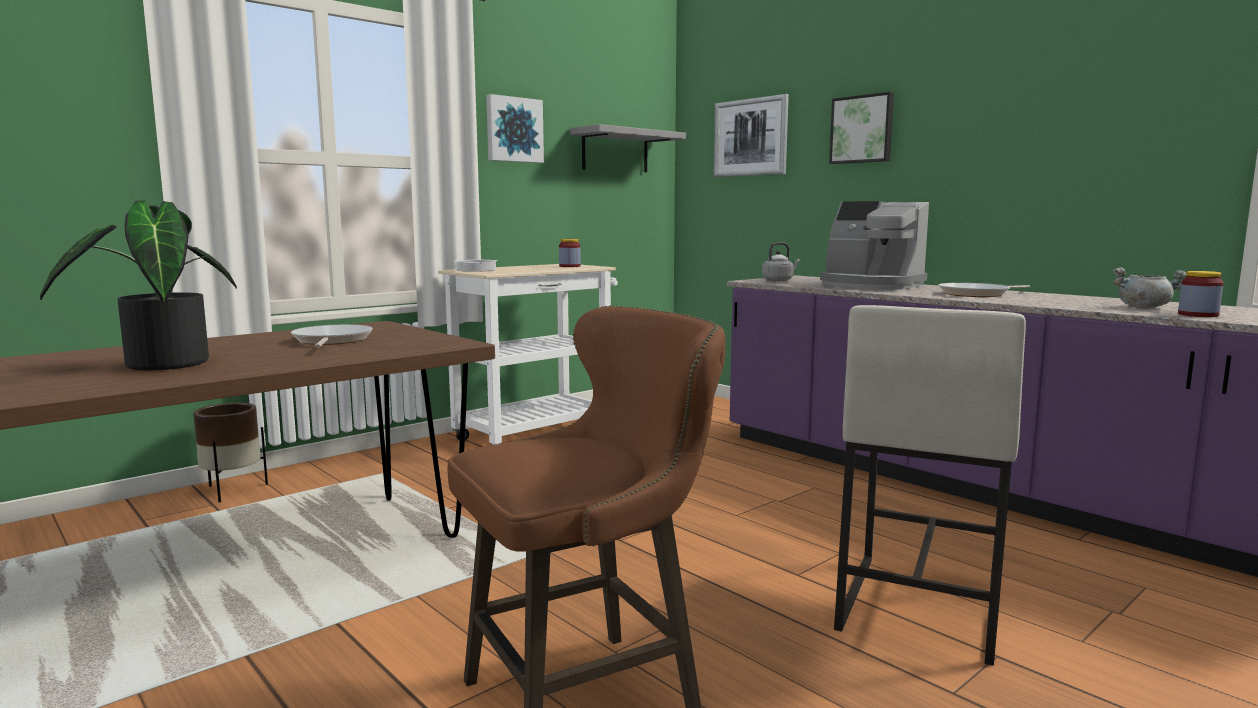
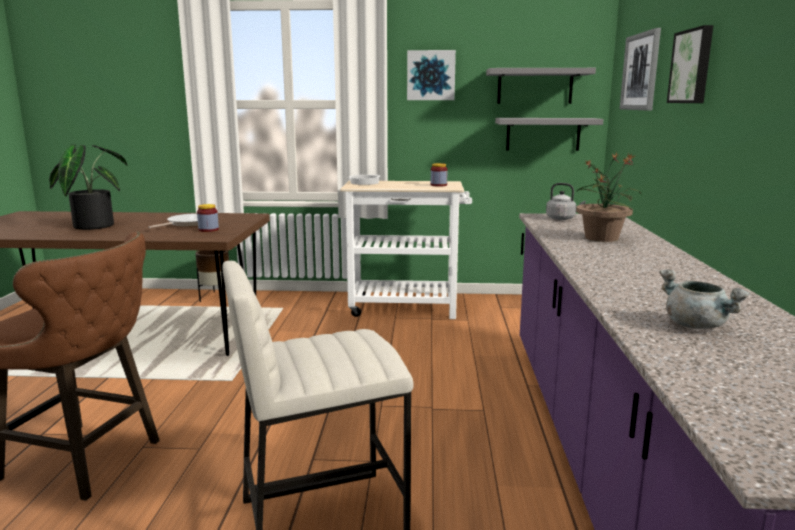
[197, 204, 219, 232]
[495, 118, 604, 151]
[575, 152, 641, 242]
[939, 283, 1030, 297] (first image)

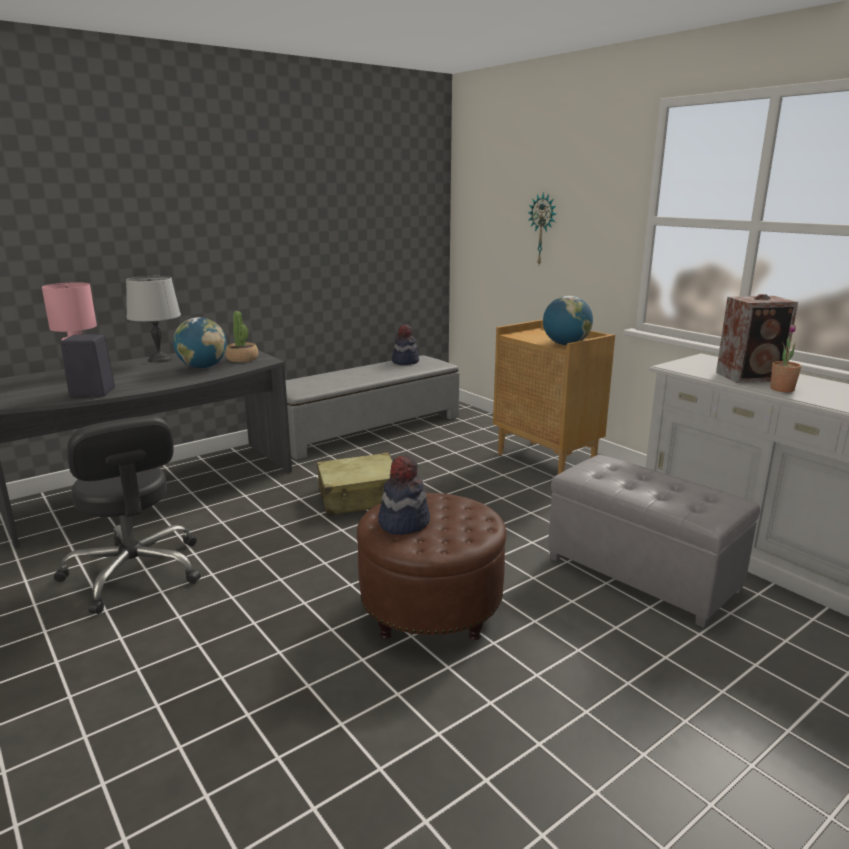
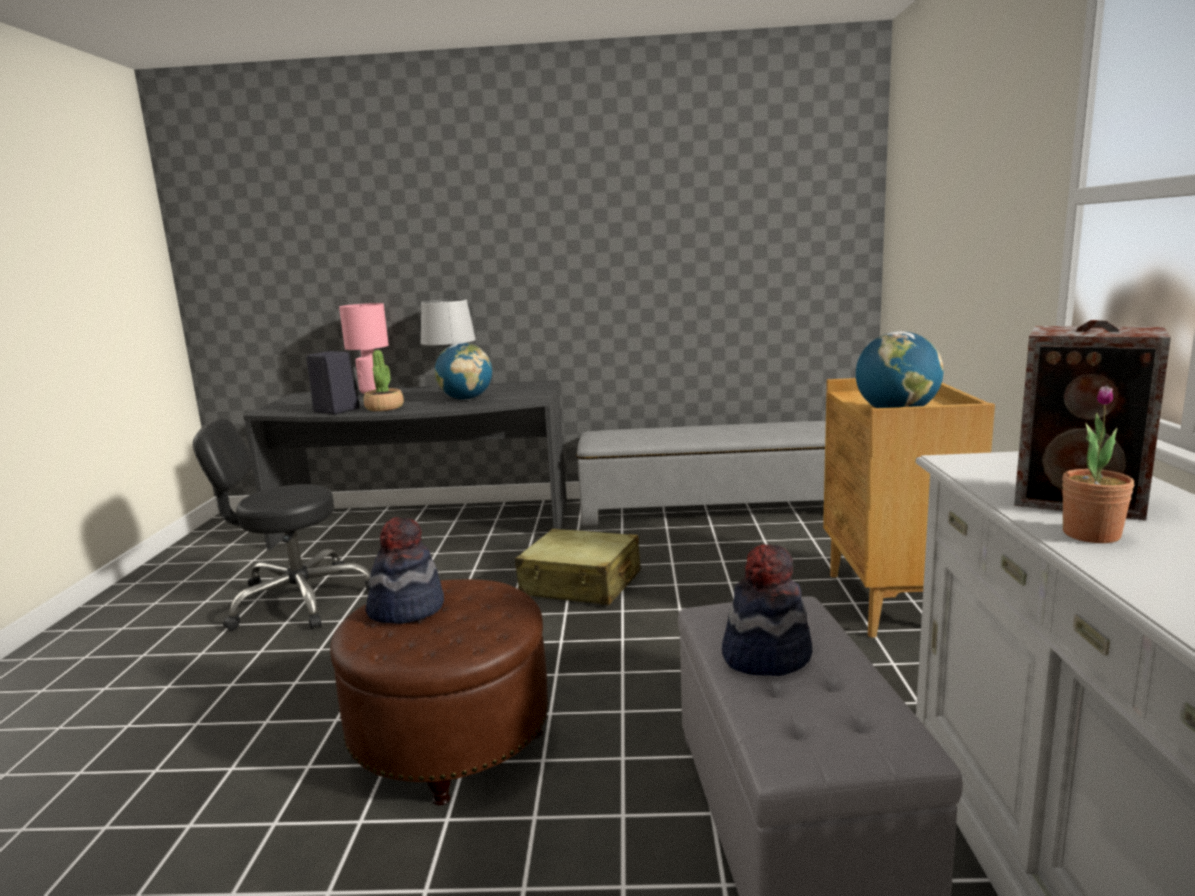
[193, 418, 370, 631]
[364, 350, 404, 411]
[722, 544, 812, 676]
[528, 193, 556, 264] (first image)

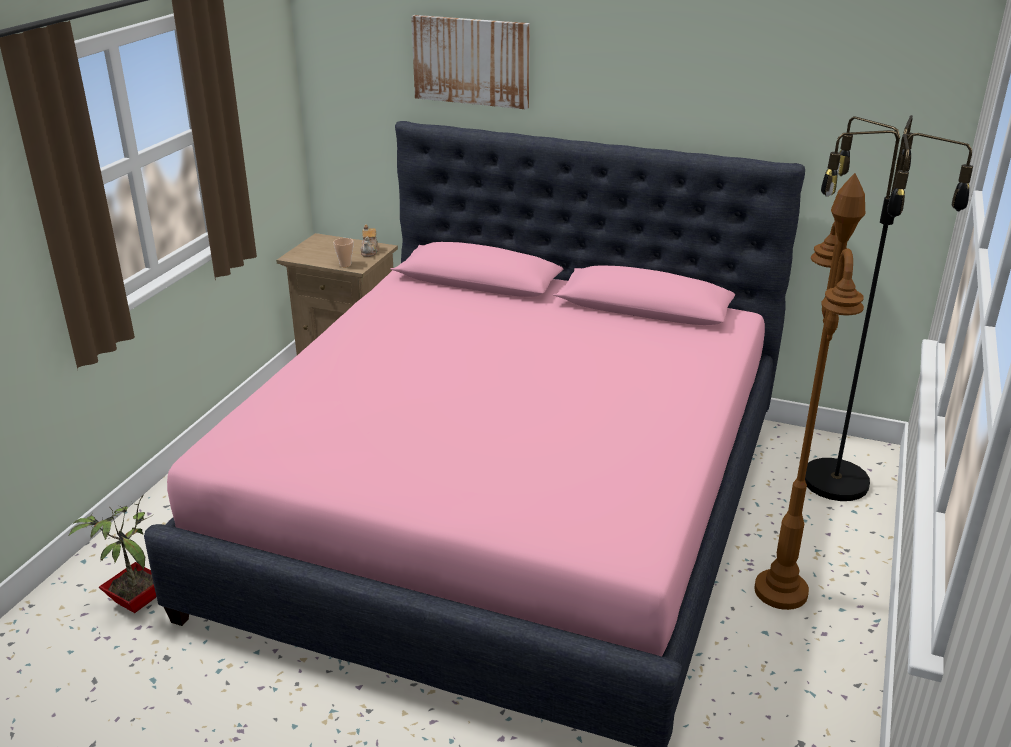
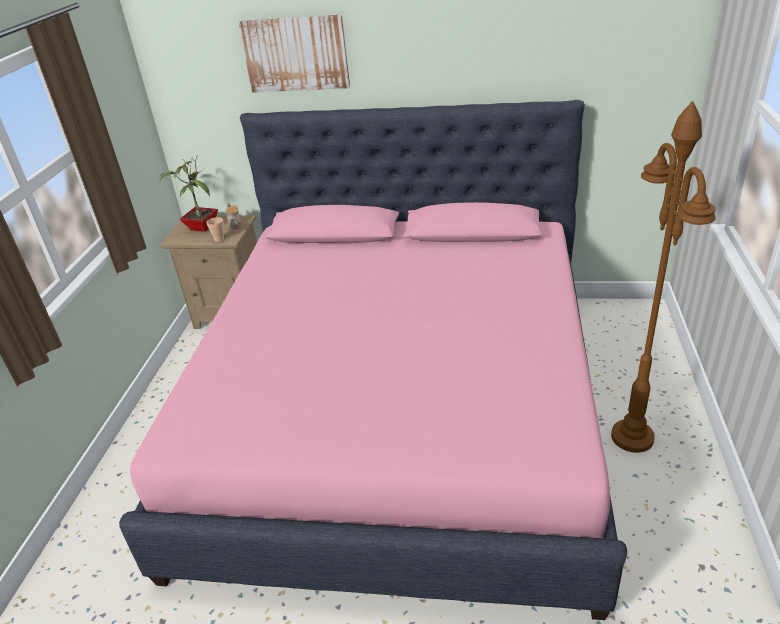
[159, 155, 218, 232]
[805, 115, 973, 501] (first image)

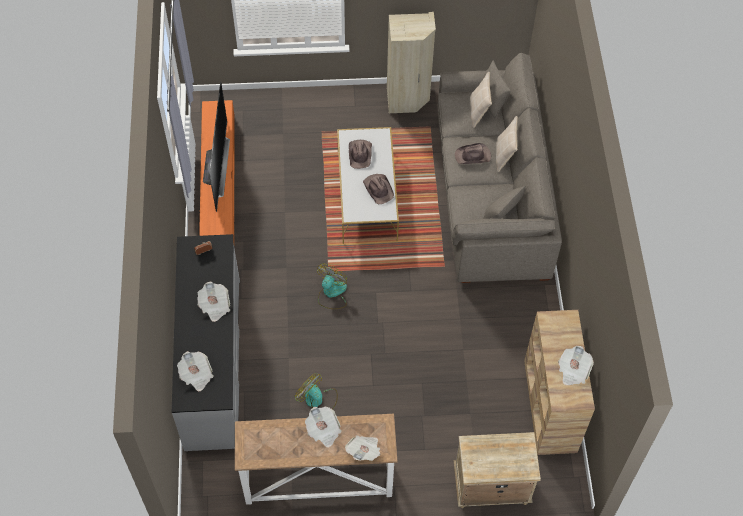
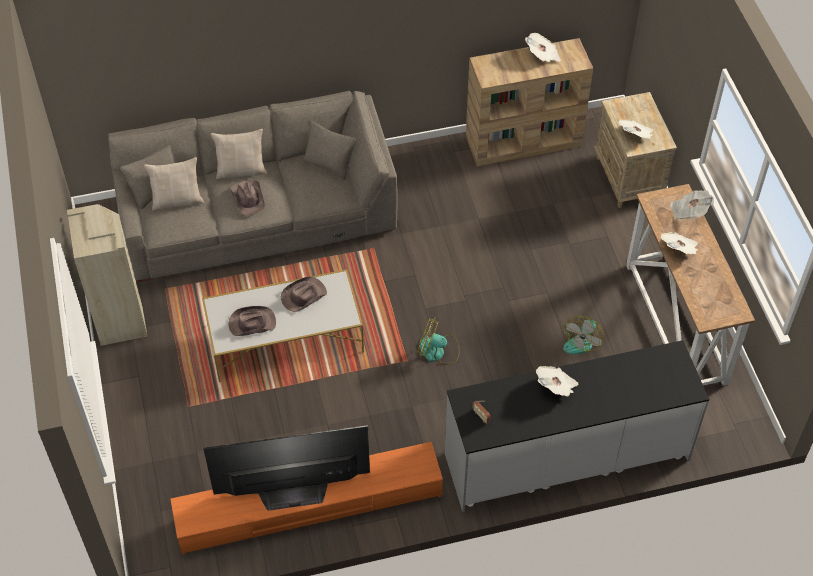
[618, 120, 653, 139]

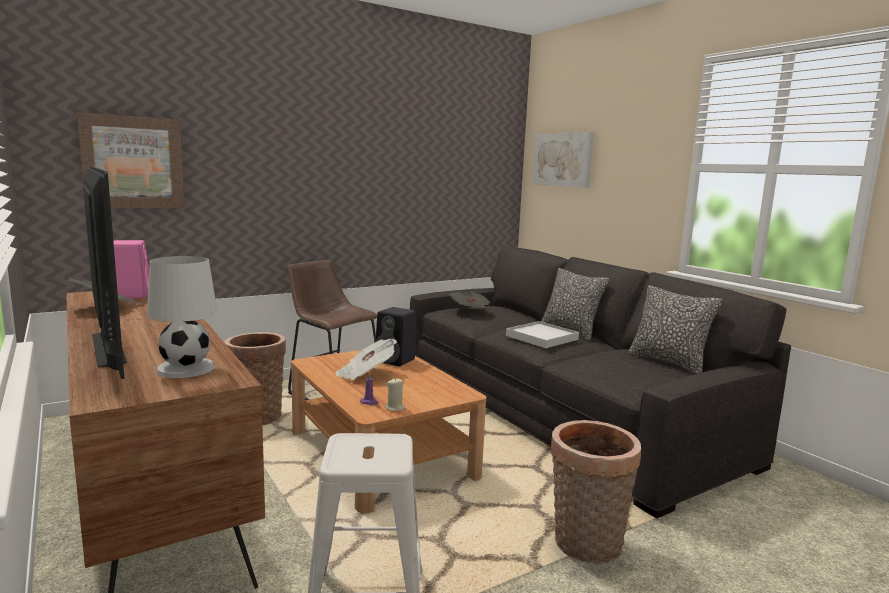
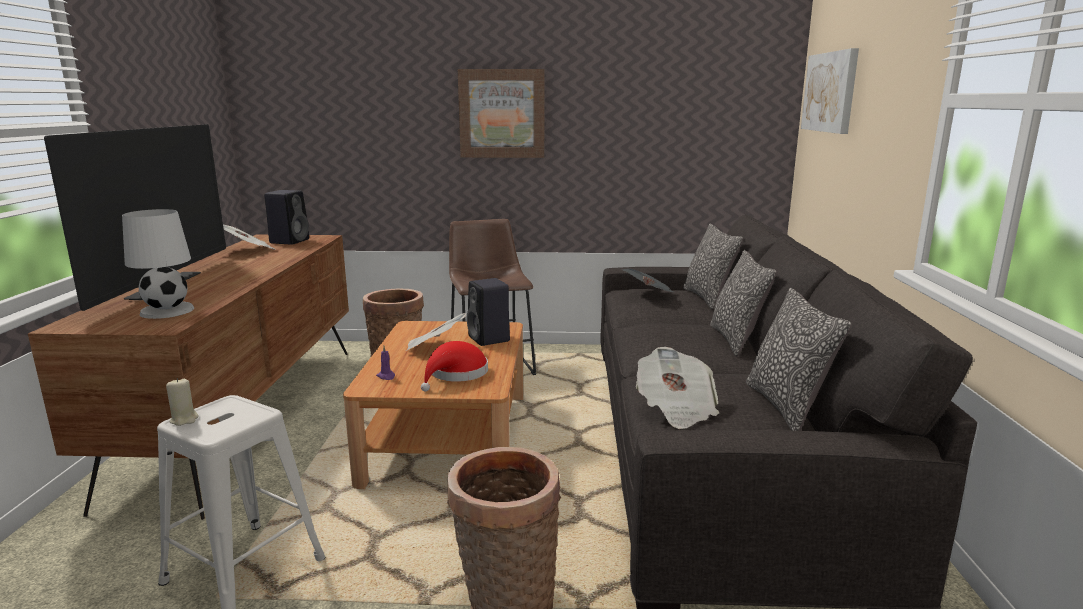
[166, 378, 199, 426]
[264, 190, 309, 245]
[421, 341, 488, 392]
[458, 69, 544, 158]
[636, 347, 719, 429]
[683, 223, 743, 309]
[506, 321, 579, 348] (first image)

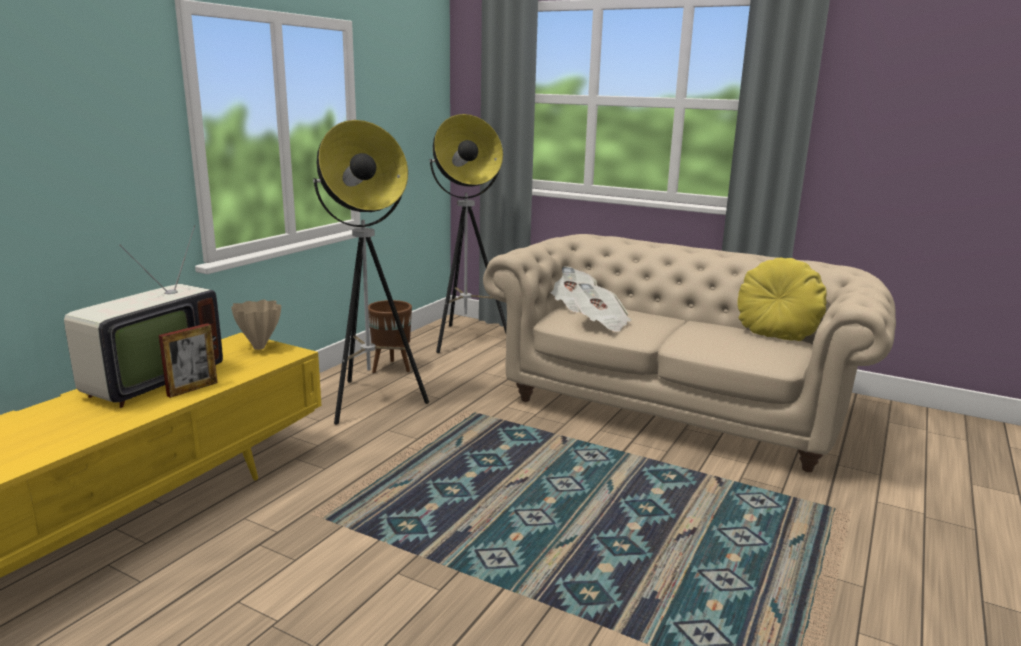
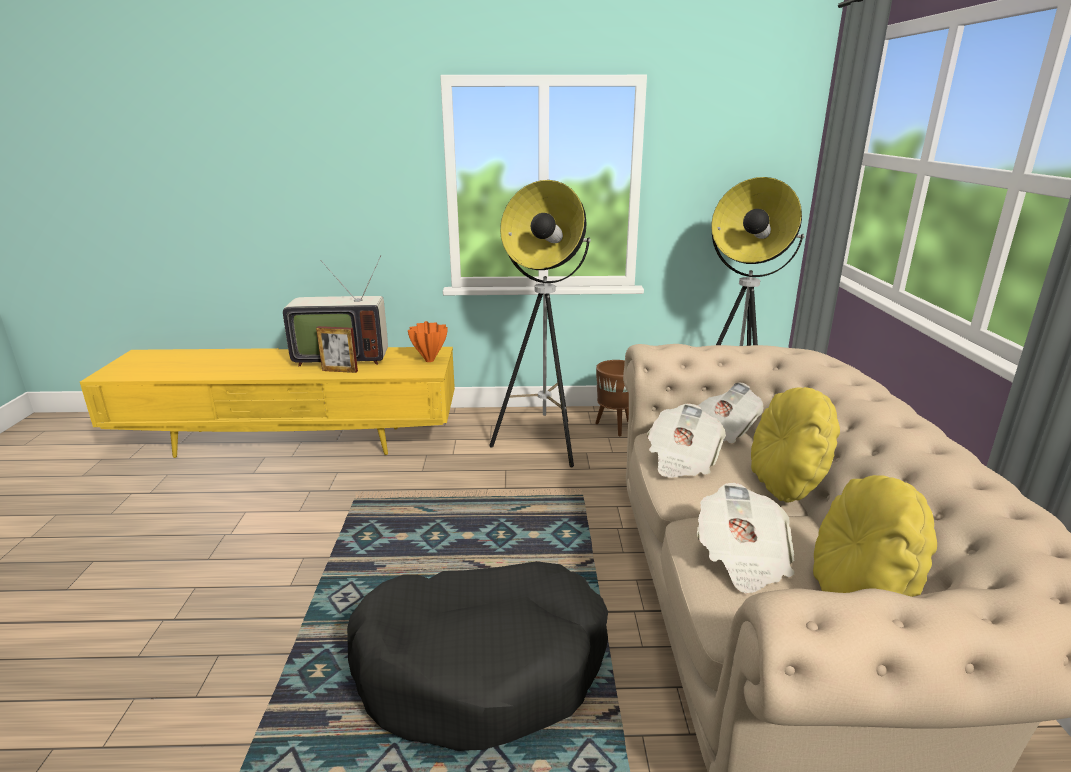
[347, 561, 608, 751]
[408, 321, 448, 362]
[696, 483, 794, 594]
[751, 387, 840, 503]

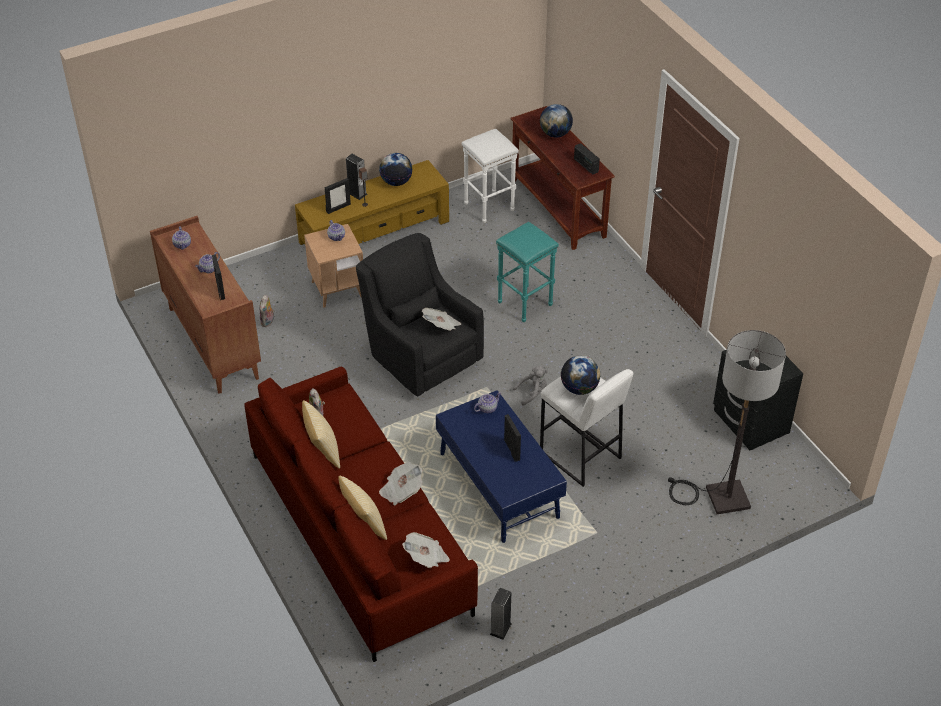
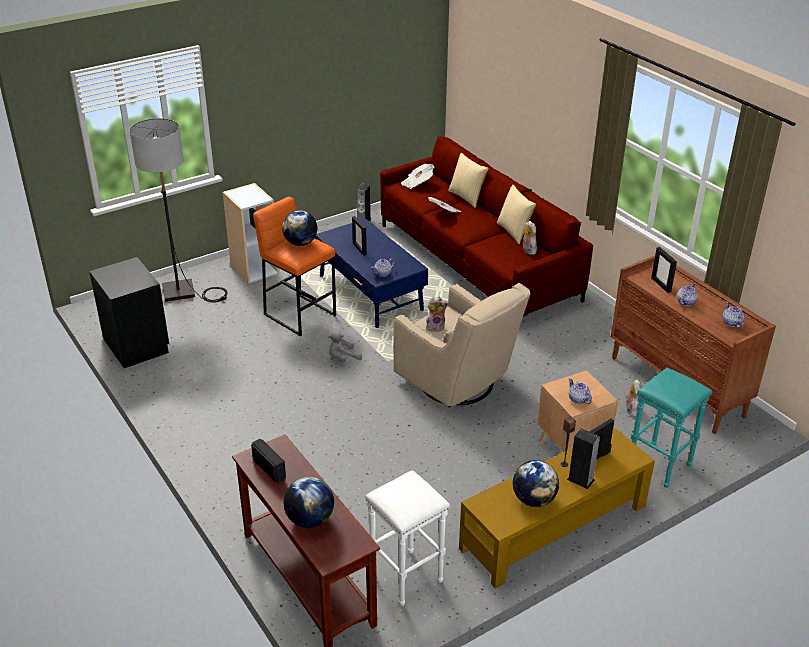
[223, 183, 279, 284]
[253, 197, 336, 336]
[393, 283, 531, 406]
[426, 297, 449, 332]
[631, 368, 712, 488]

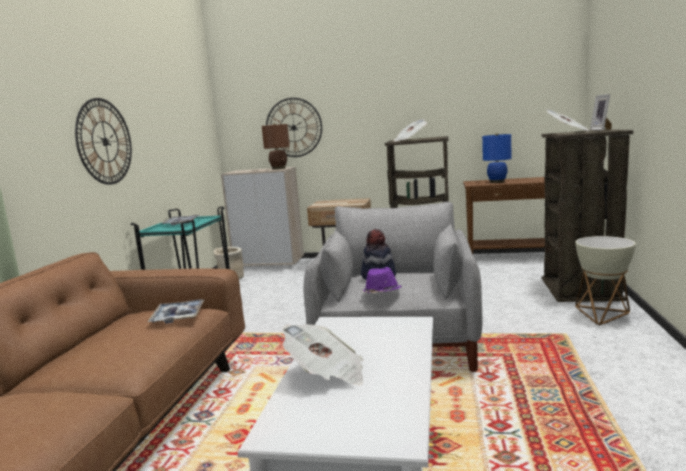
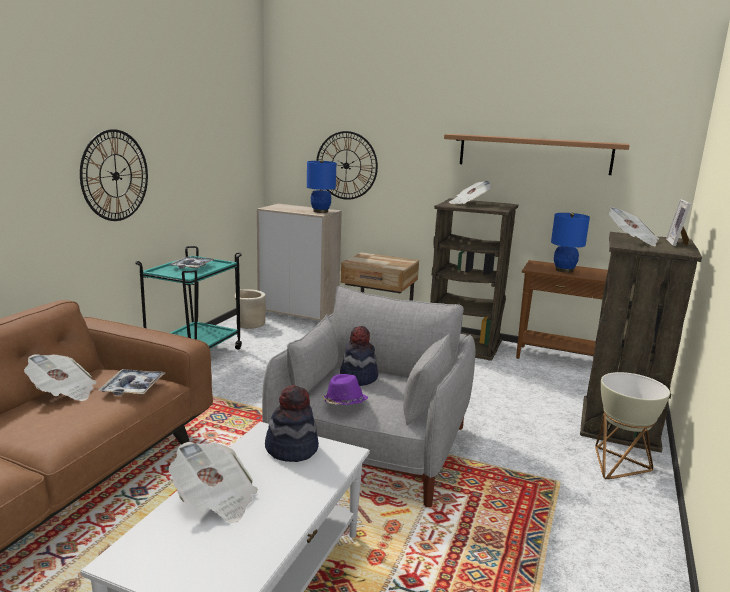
[24, 354, 96, 401]
[265, 385, 319, 462]
[307, 160, 336, 213]
[444, 134, 630, 175]

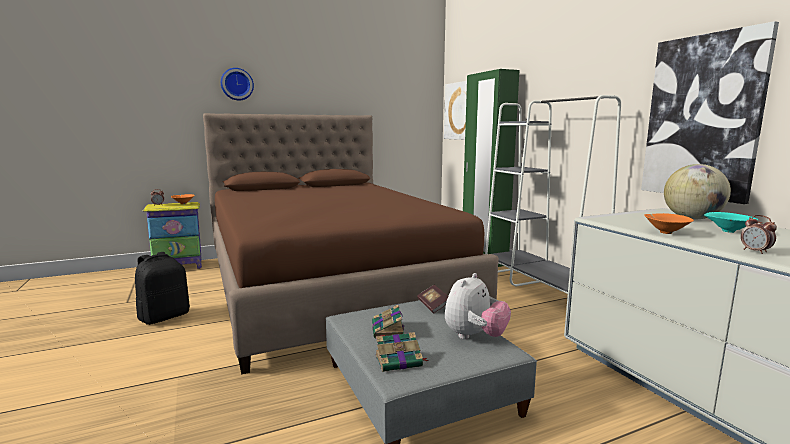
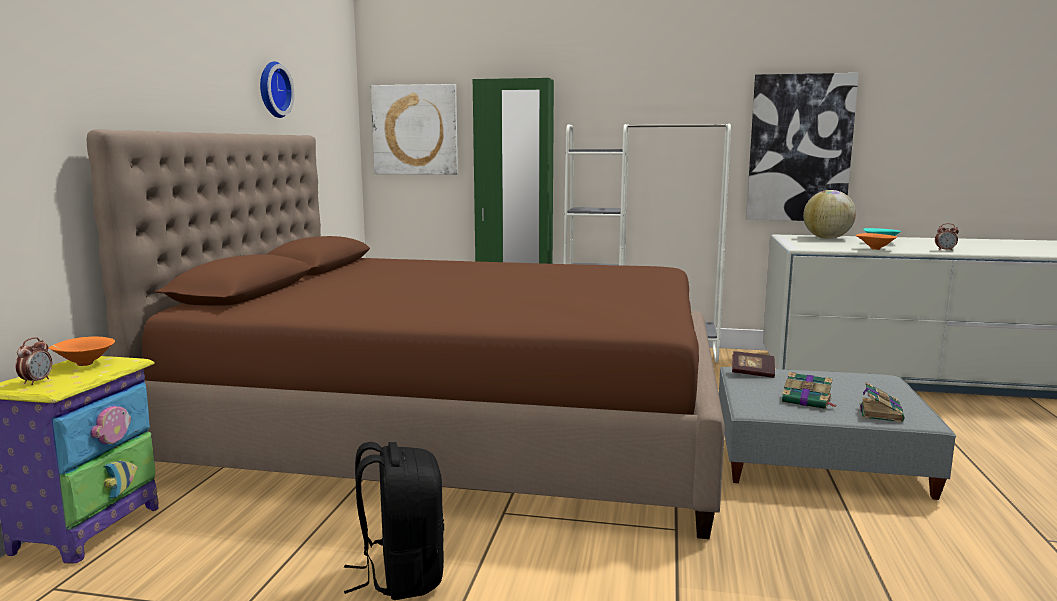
[260, 61, 294, 118]
[445, 273, 511, 339] (first image)

